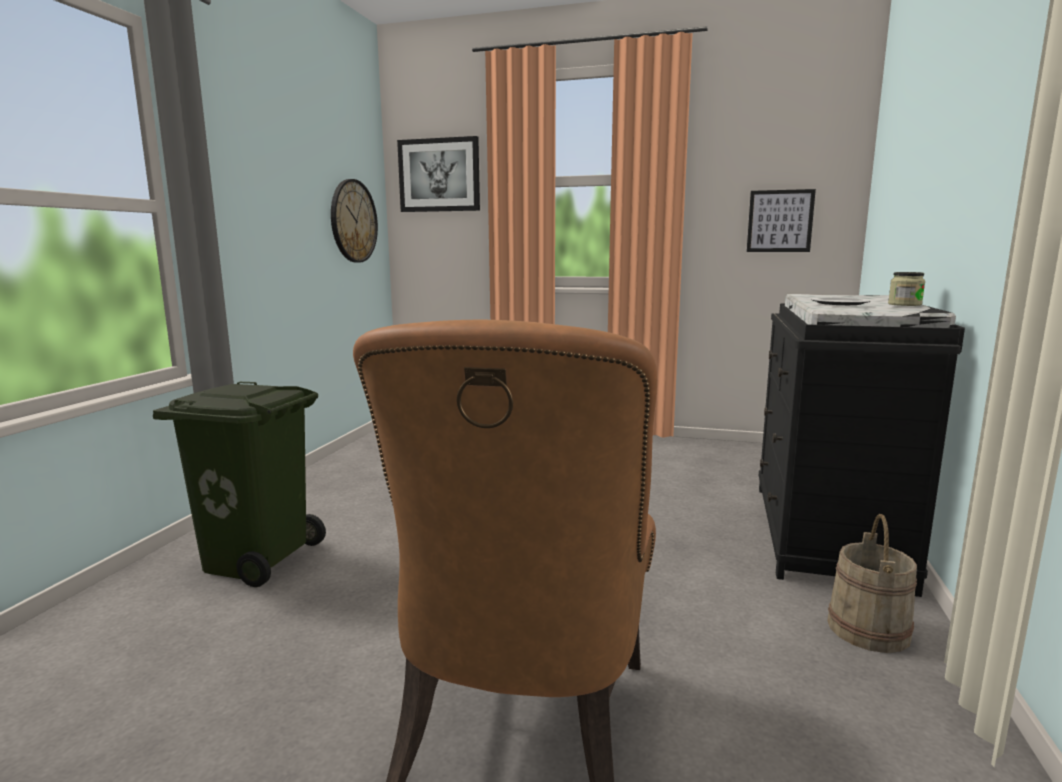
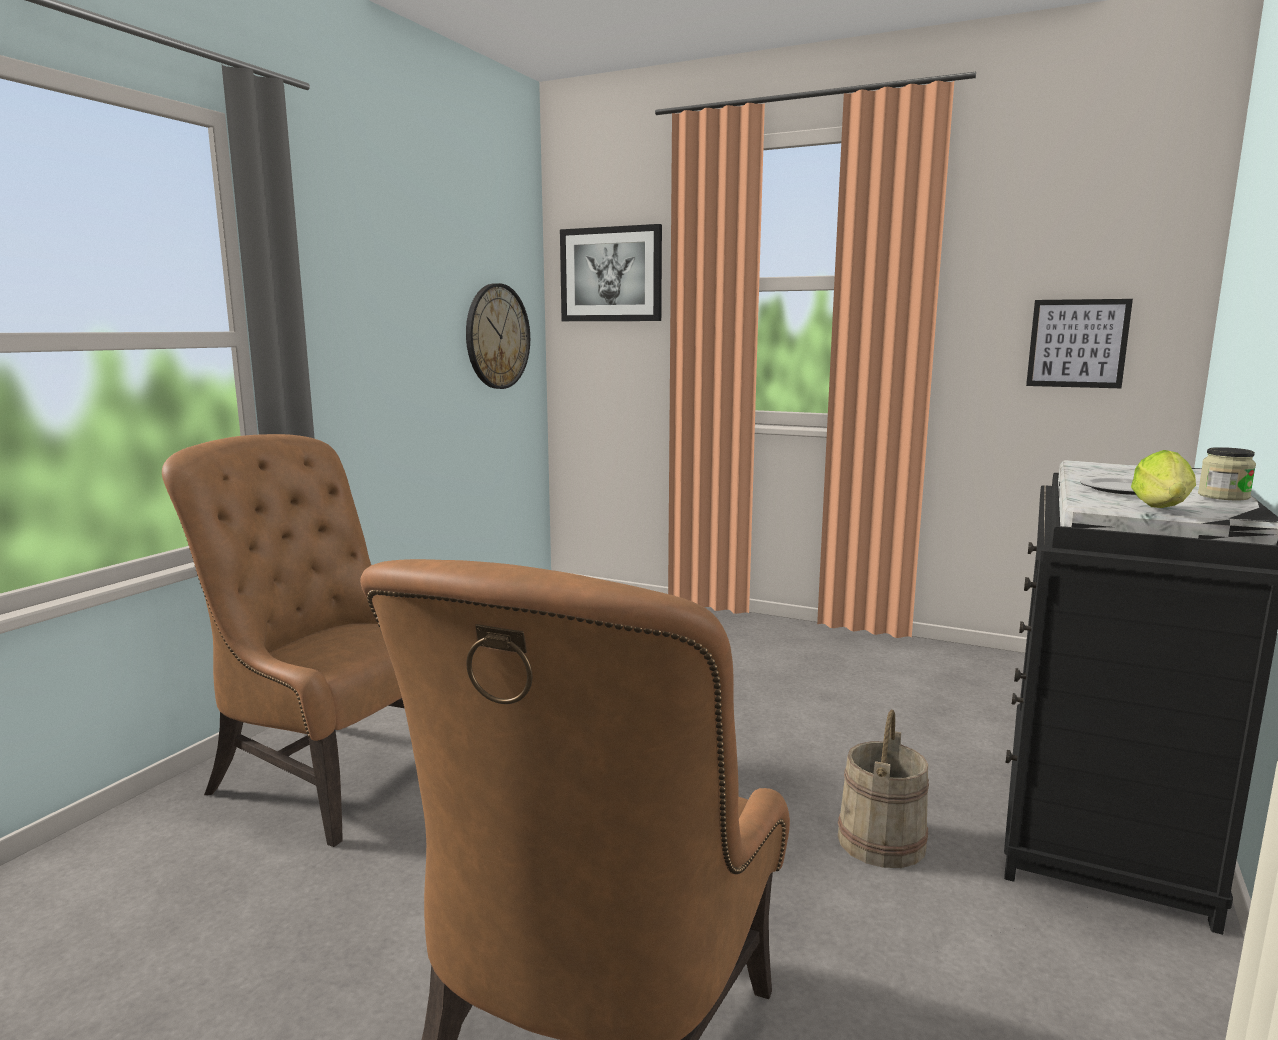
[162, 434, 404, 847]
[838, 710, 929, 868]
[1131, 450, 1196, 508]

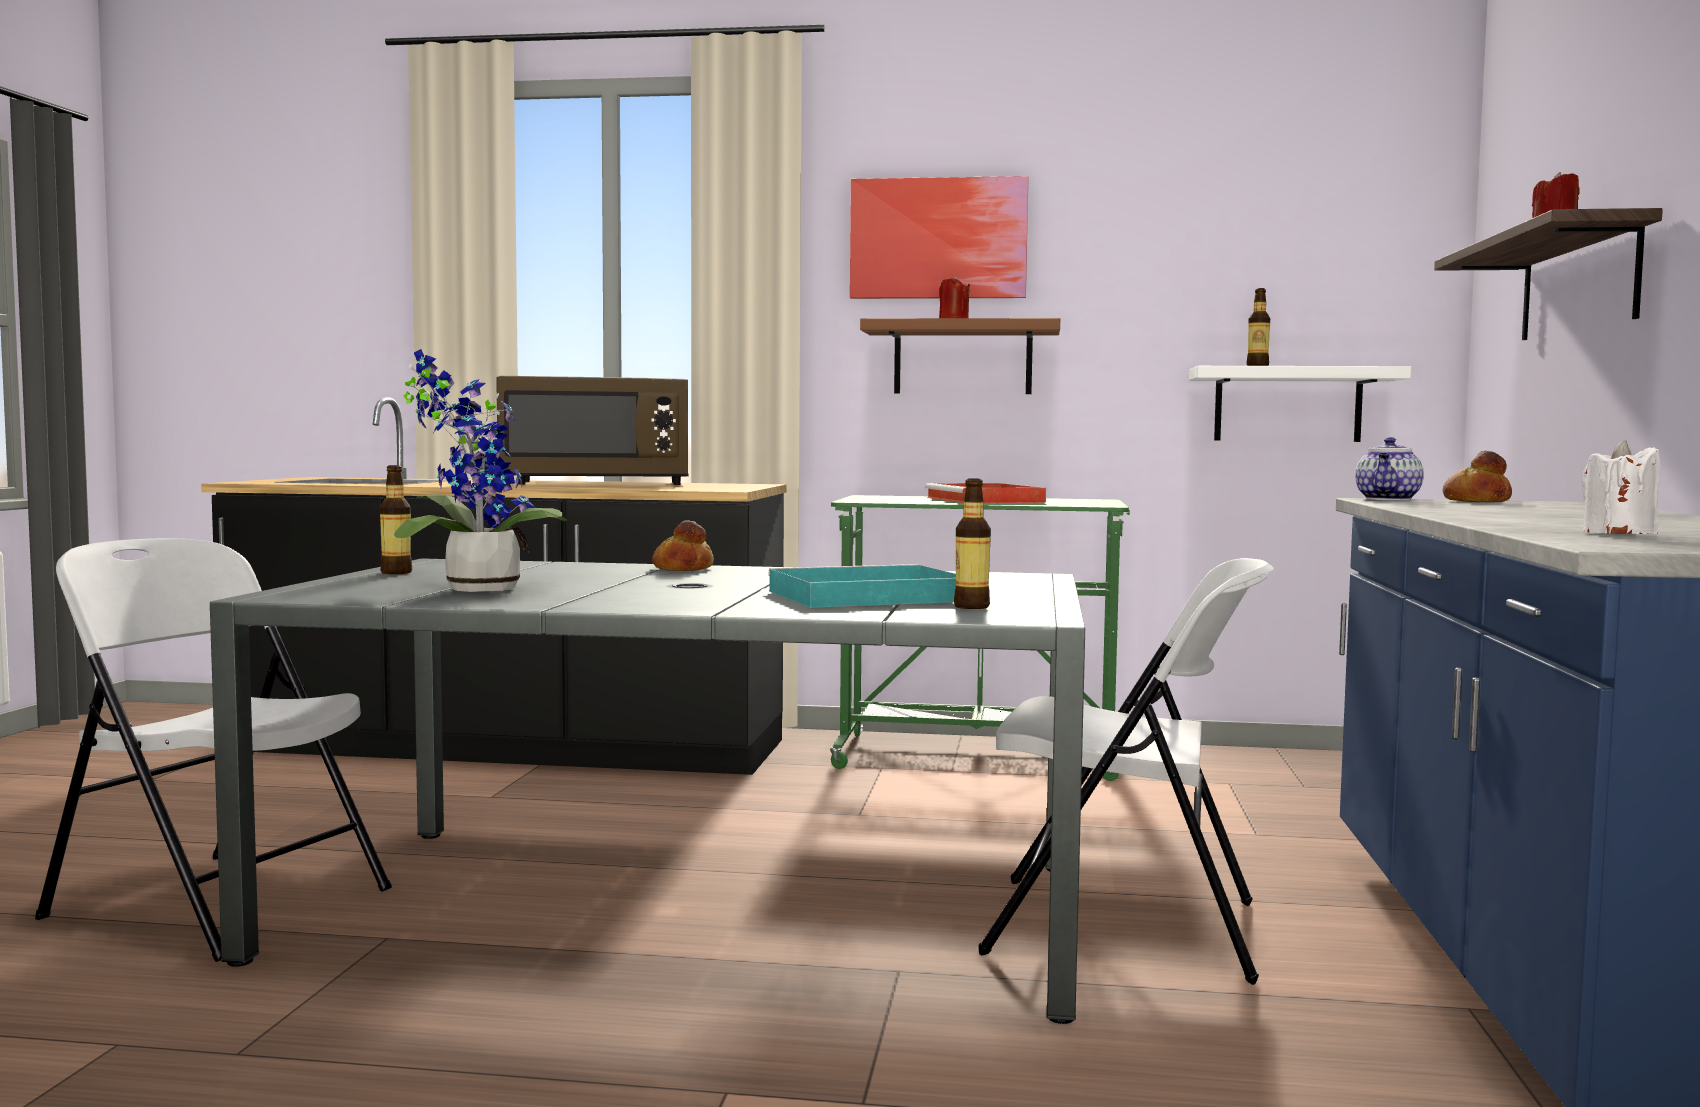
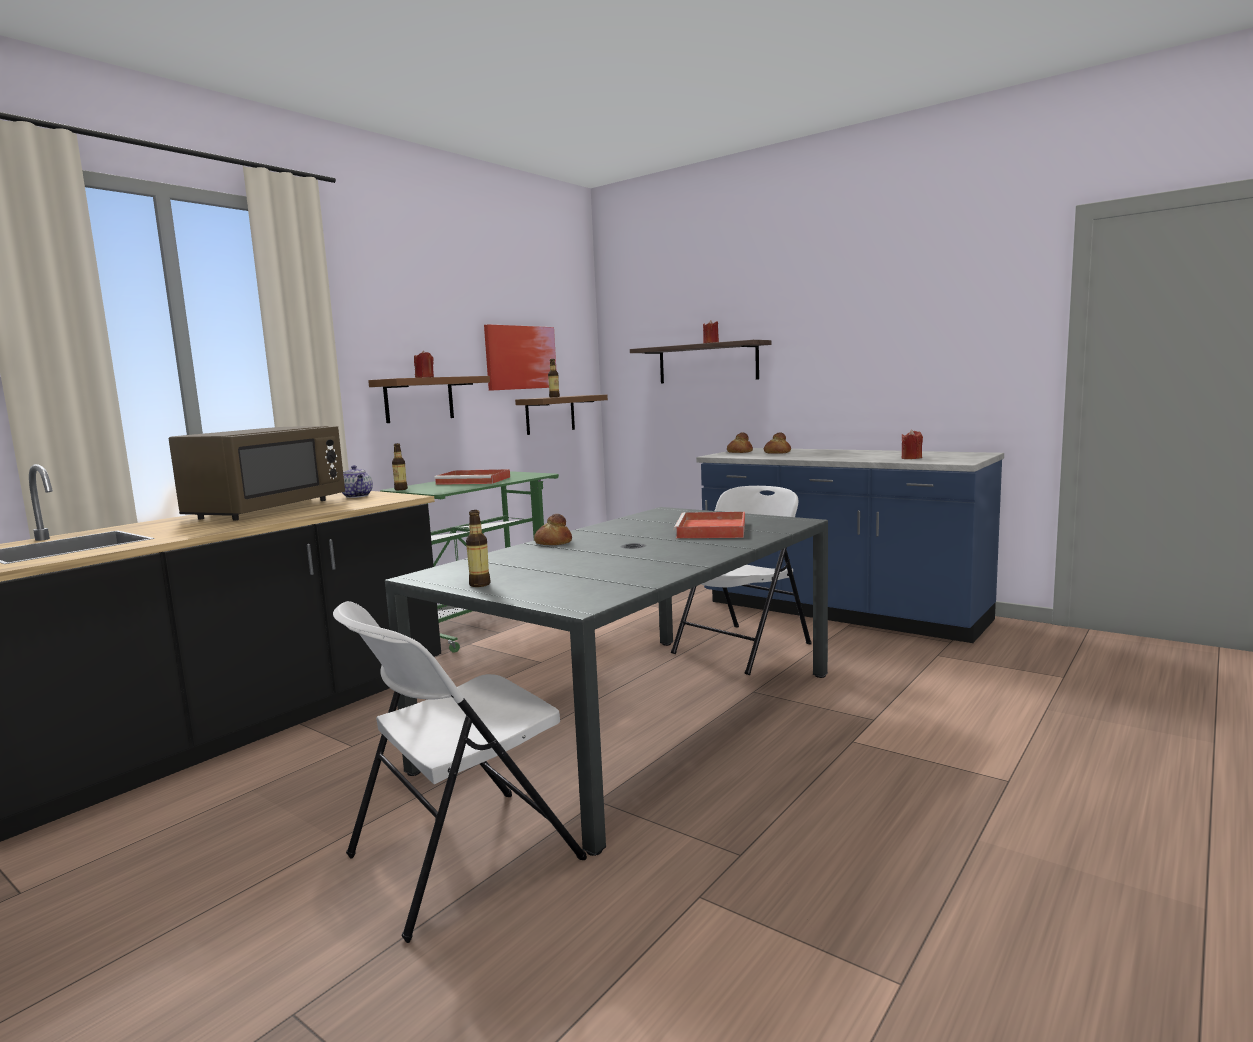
[342, 465, 373, 498]
[392, 443, 408, 490]
[484, 324, 556, 391]
[515, 395, 608, 435]
[673, 512, 745, 538]
[764, 432, 791, 454]
[902, 429, 923, 459]
[394, 349, 567, 592] (first image)

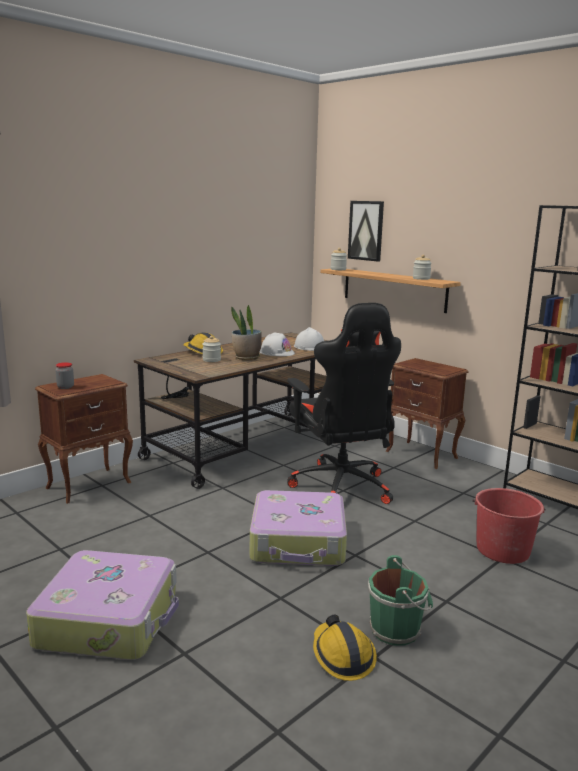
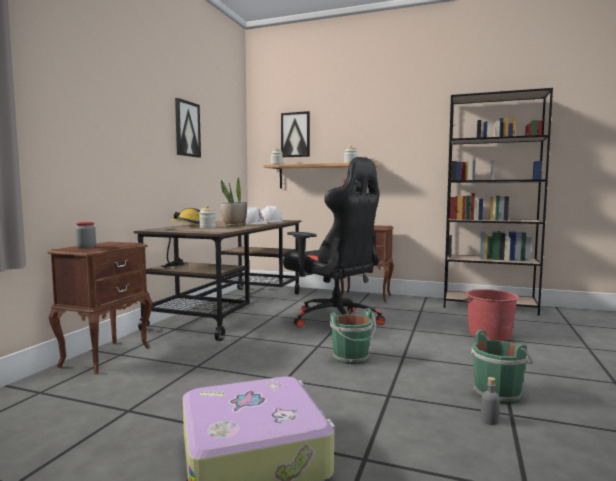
[175, 98, 201, 158]
[330, 308, 376, 364]
[481, 377, 500, 425]

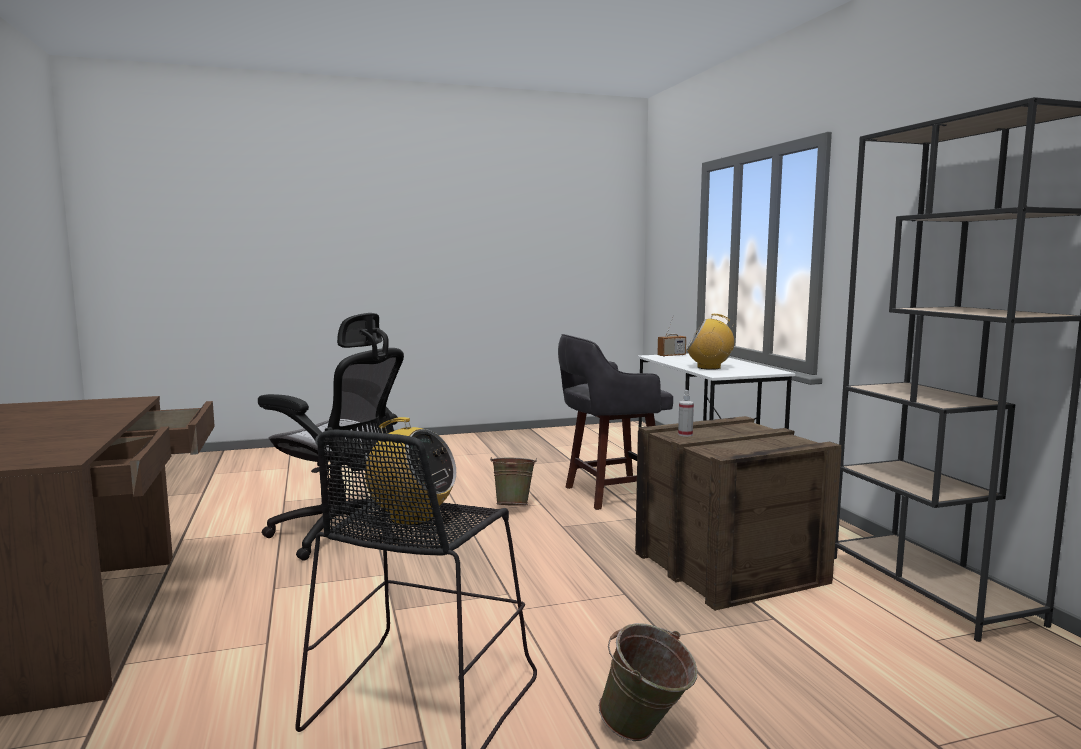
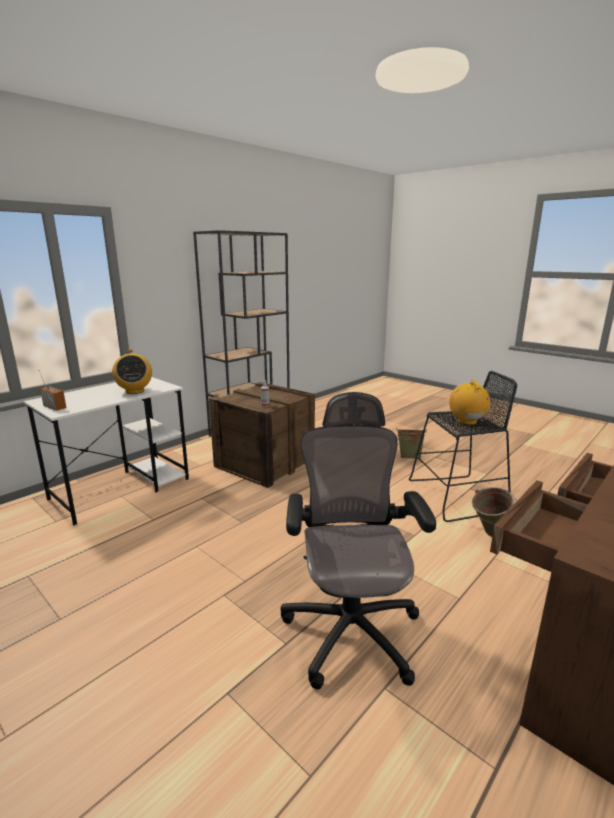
[472, 487, 517, 537]
[558, 334, 673, 510] (first image)

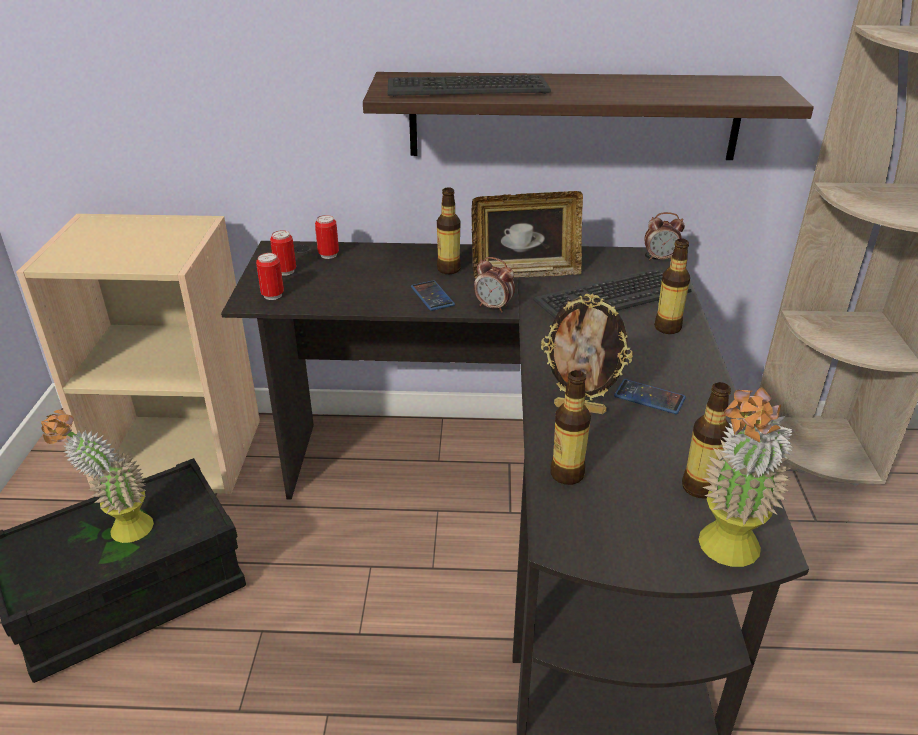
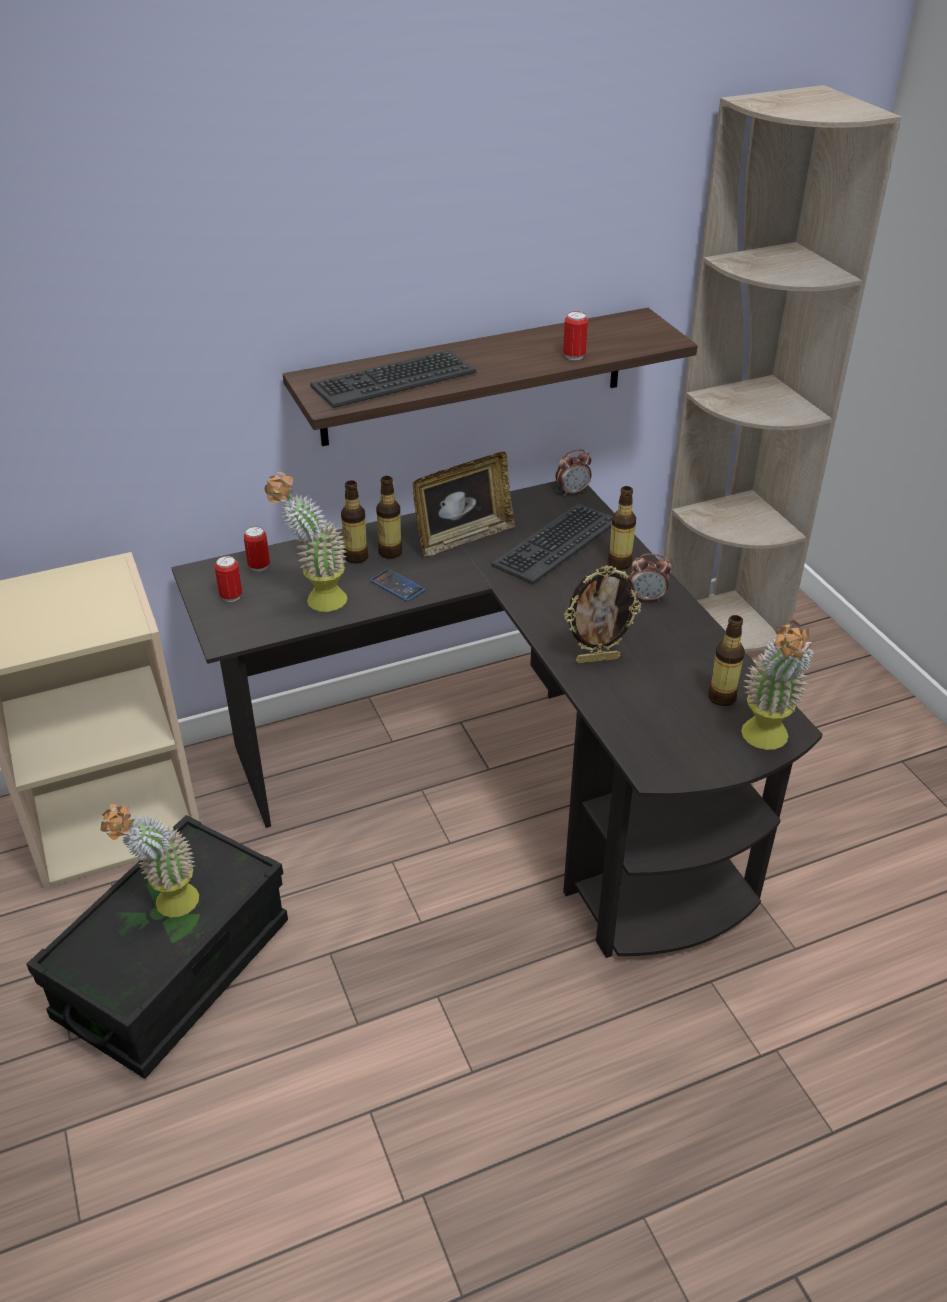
[264, 472, 347, 612]
[341, 480, 368, 563]
[563, 311, 588, 360]
[629, 553, 672, 602]
[614, 379, 686, 414] (first image)

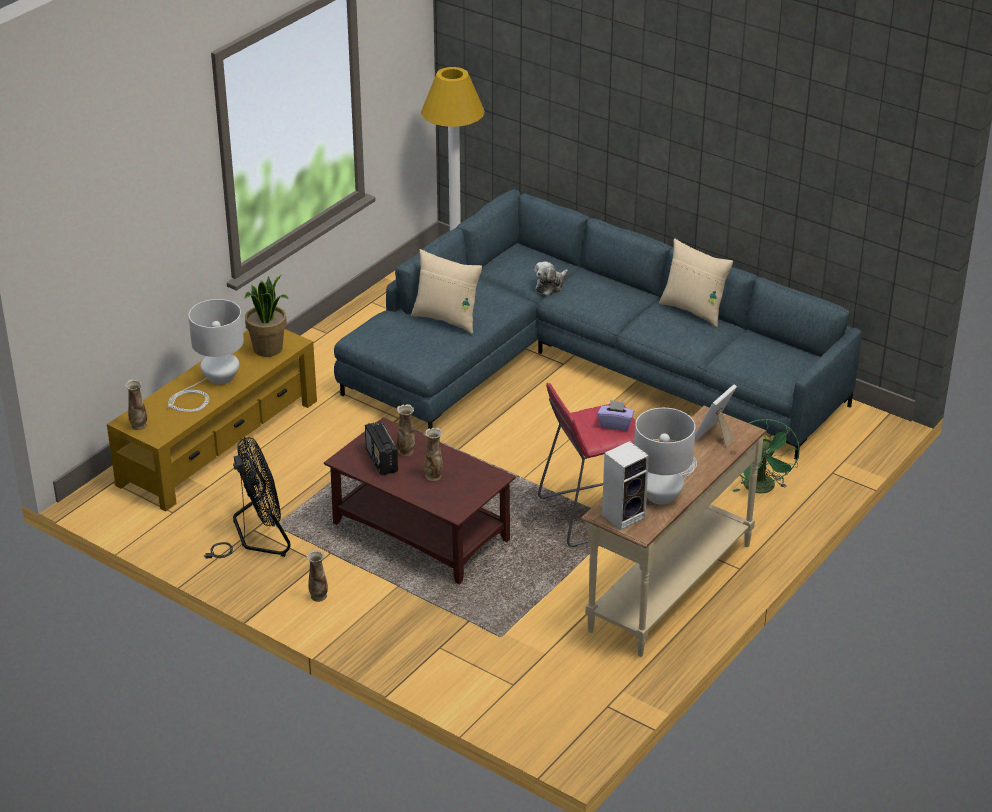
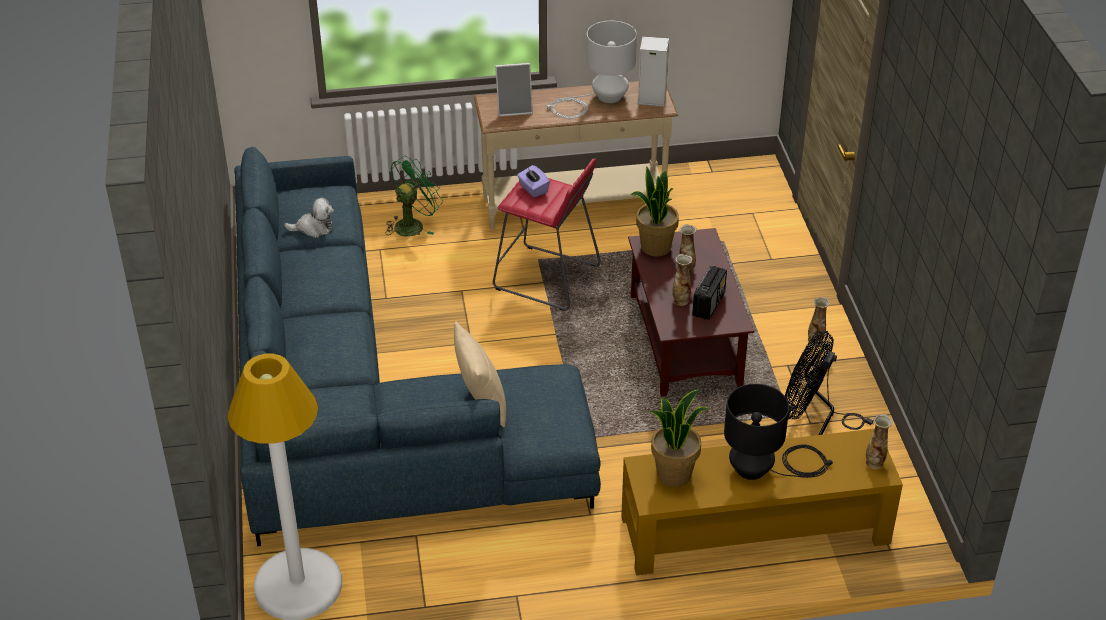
[284, 198, 334, 238]
[631, 166, 679, 257]
[724, 384, 833, 480]
[659, 238, 733, 327] (first image)

